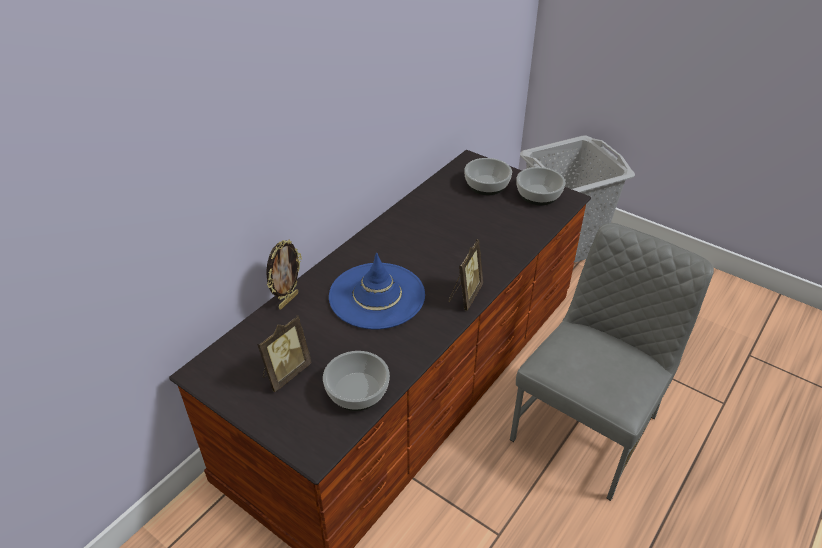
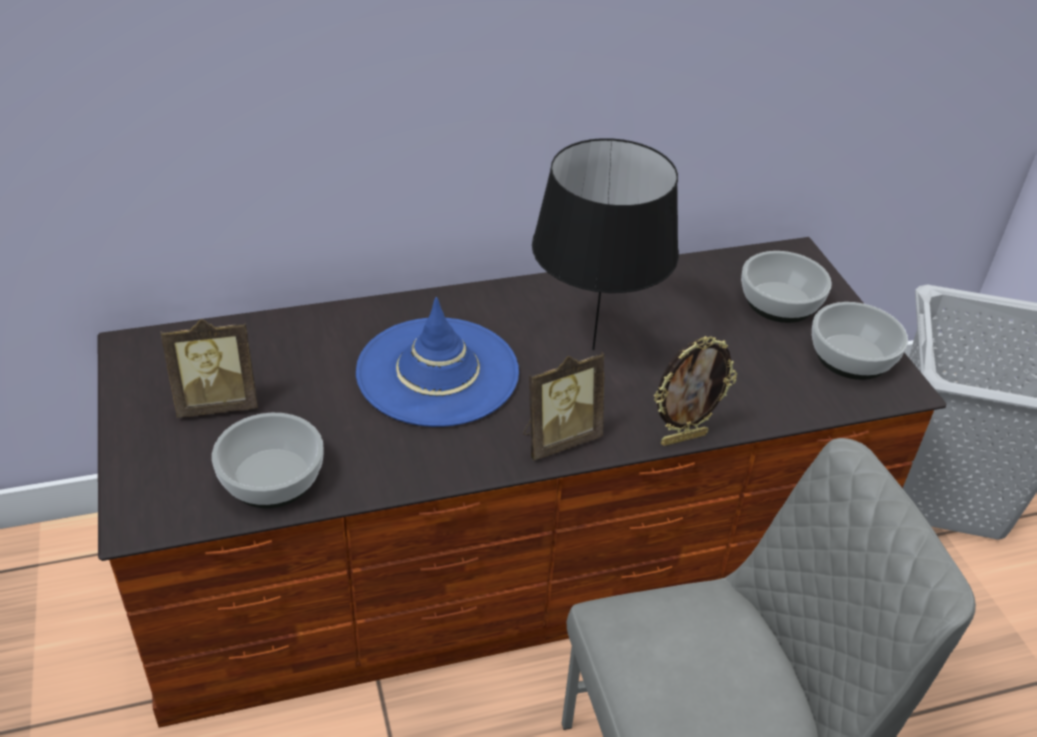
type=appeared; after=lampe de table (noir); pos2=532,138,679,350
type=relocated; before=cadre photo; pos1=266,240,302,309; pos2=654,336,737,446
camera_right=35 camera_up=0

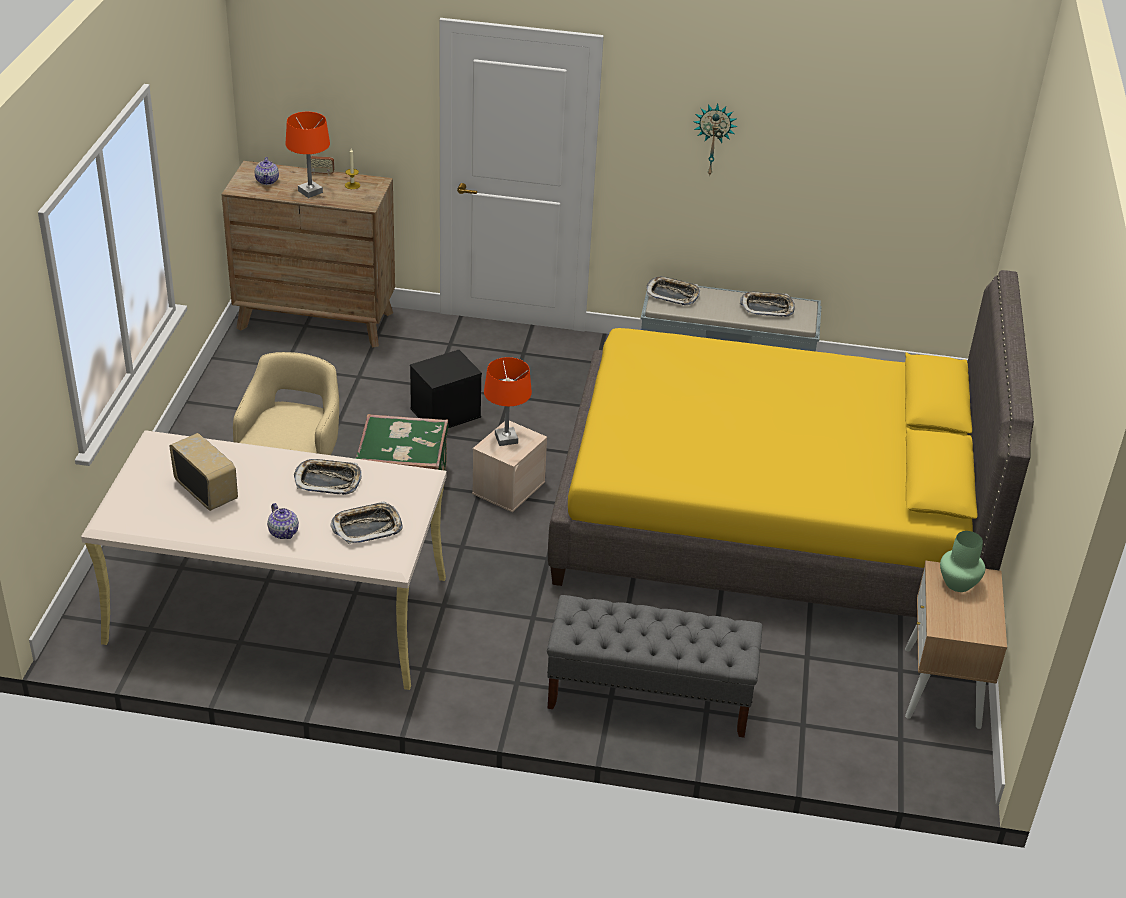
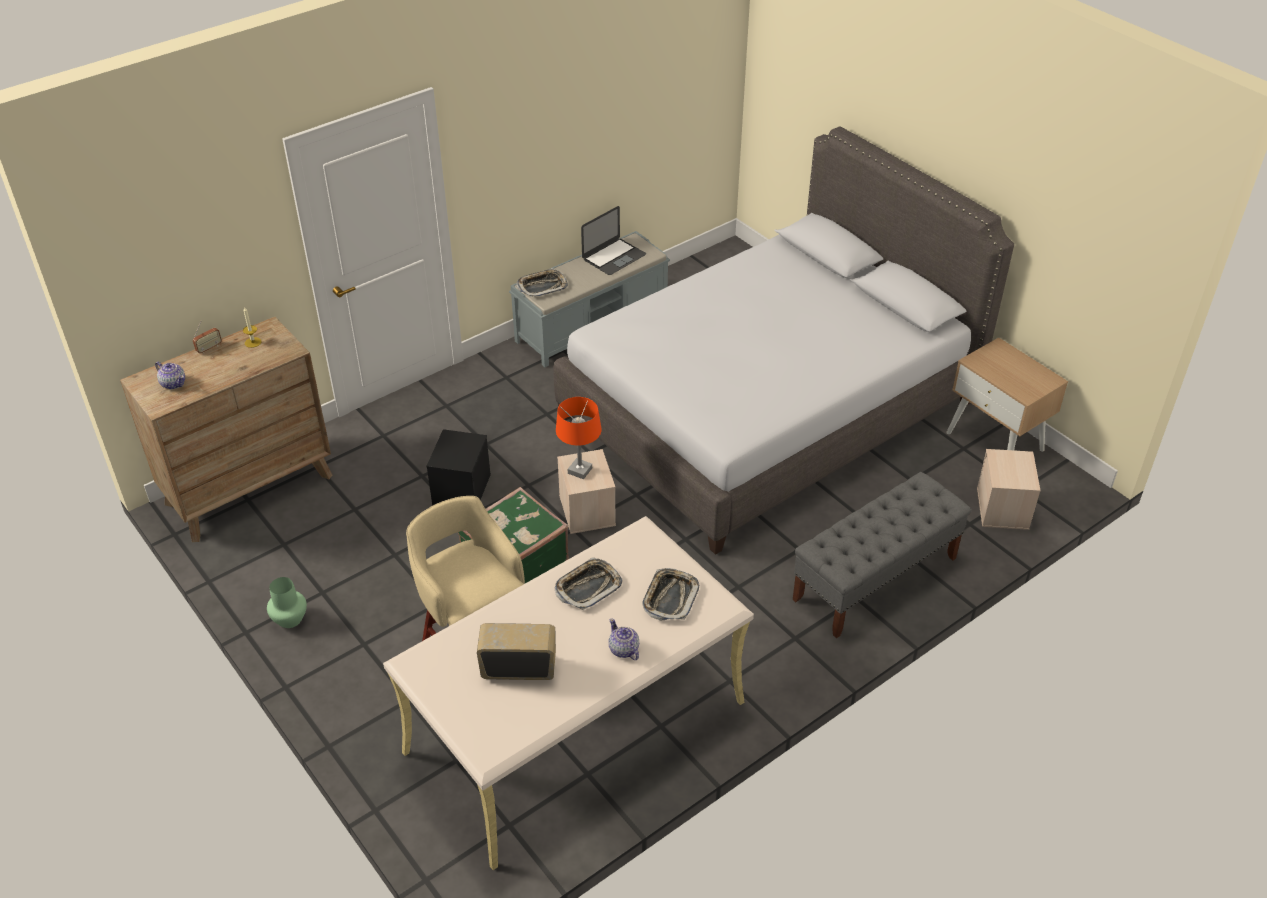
type=missing; before=lampe de table (orange); pos1=286,112,330,198
type=missing; before=horloge murale; pos1=693,104,738,177
type=appeared; after=boîte de rangement (beige); pos2=977,449,1041,530
type=relocated; before=vase (vert); pos1=940,531,985,592; pos2=267,577,307,628
type=exchanged; before=plateau; after=ordinateur portable; pos1=740,292,795,317; pos2=581,206,646,275
type=colour; before=lit (jaune); after=lit (gris); pos1=548,270,1034,618; pos2=553,126,1014,555
type=spun; before=théière; pos1=267,503,299,539; pos2=609,618,639,660; turn=-135
camera_right=-45 camera_up=5

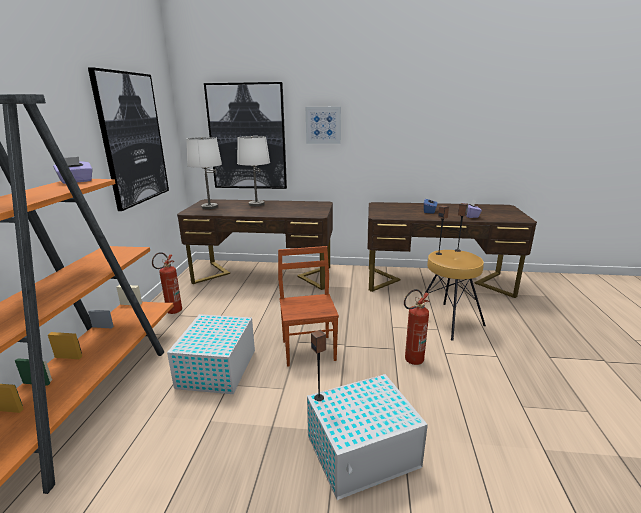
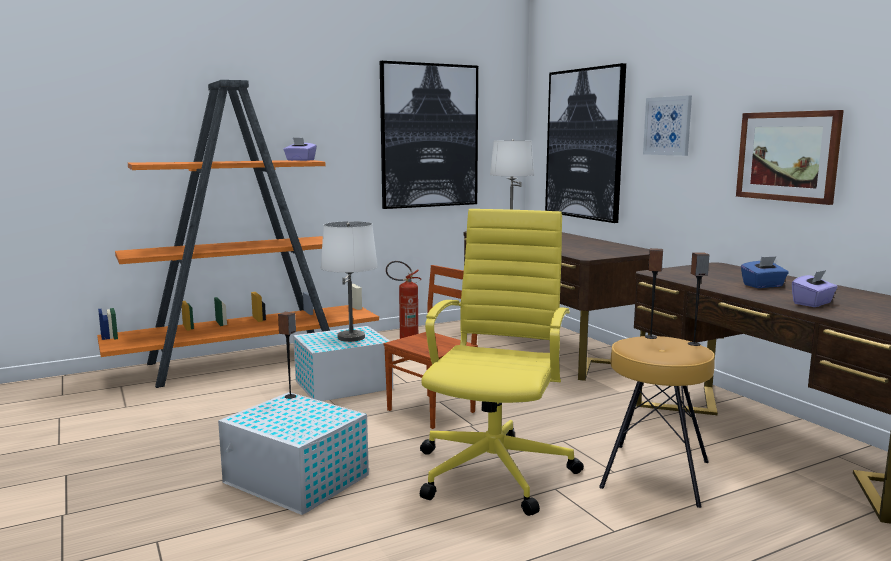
type=appeared; after=tableau; pos2=736,110,844,205
type=relocated; before=lampe de table (blanc); pos1=237,136,270,206; pos2=321,221,378,342
type=exchanged; before=extincteur; after=chaise de bureau (jaune); pos1=404,289,429,365; pos2=420,209,584,516
camera_right=55 camera_up=-10

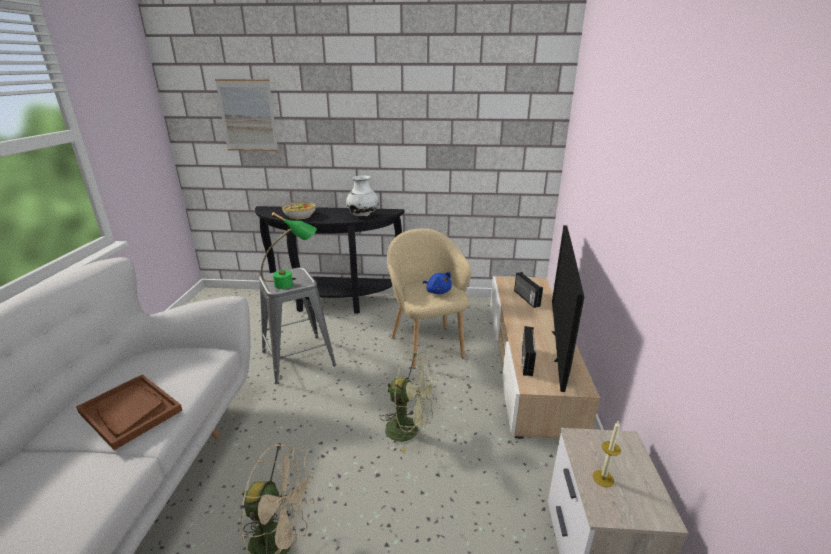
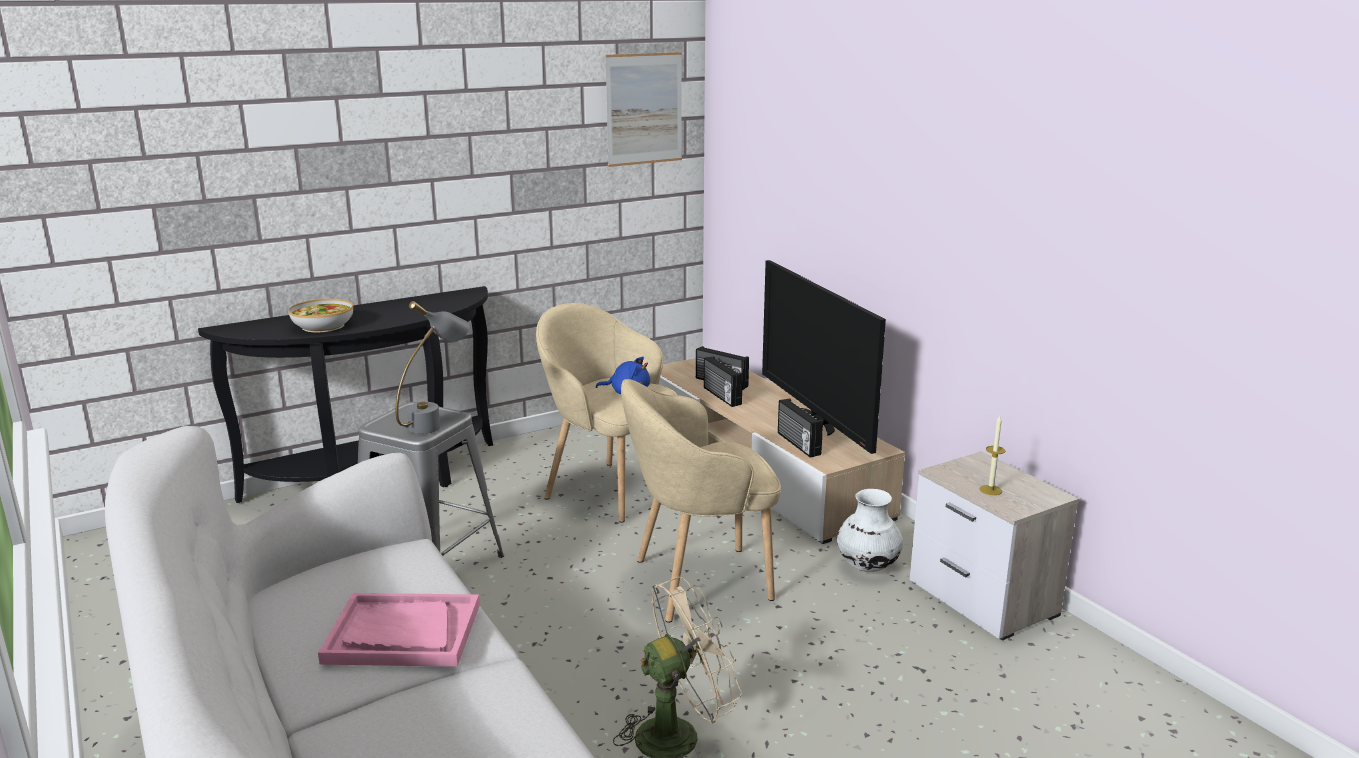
type=appeared; after=radio; pos2=704,356,743,407
type=relocated; before=tableau; pos1=215,79,279,151; pos2=605,52,682,167
type=relocated; before=vase (blanc); pos1=346,176,379,217; pos2=837,489,903,572
type=exchanged; before=ventilateur (vert); after=fauteuil (beige); pos1=380,351,438,454; pos2=621,379,781,623
type=colour; before=plateau (marron); after=plateau (rose); pos1=76,374,183,450; pos2=318,593,480,667
type=colour; before=lampe de table (vert); after=lampe de table (gris); pos1=261,212,317,289; pos2=396,301,469,434
camera_right=-35 camera_up=-5

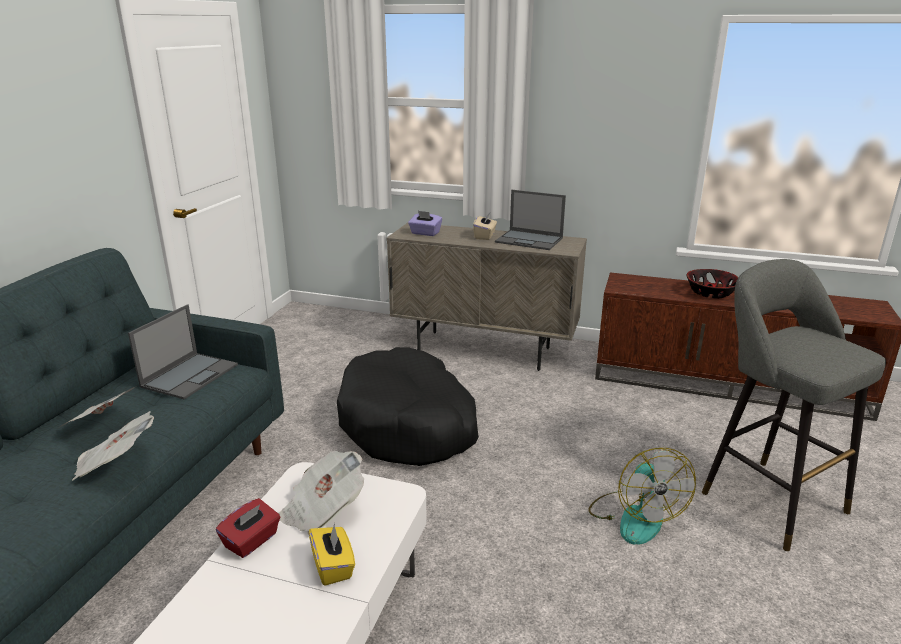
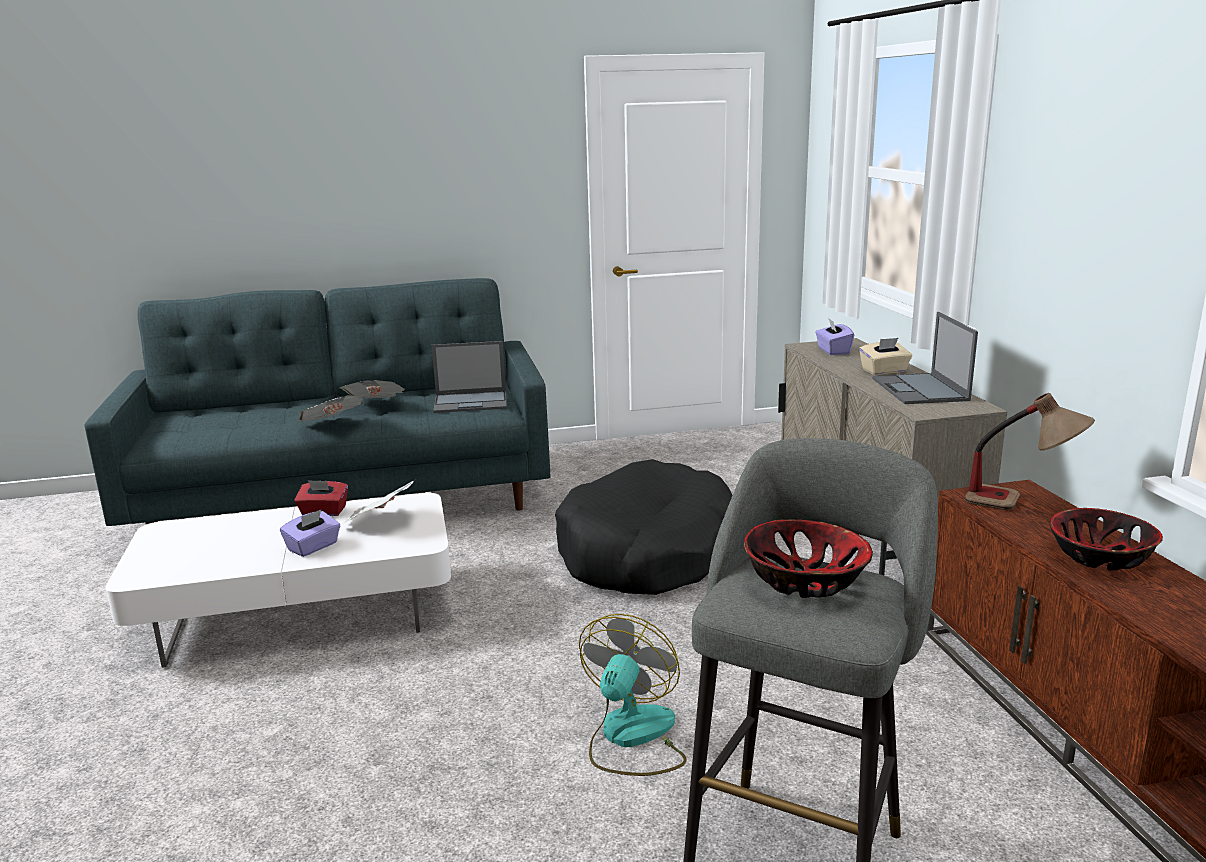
type=appeared; after=bol; pos2=744,519,873,598
type=appeared; after=lampe de table; pos2=965,393,1095,510
type=colour; before=boîte à mouchoirs (jaune); after=boîte à mouchoirs (violet); pos1=309,523,355,585; pos2=280,510,340,557
type=spun; before=ventilateur; pos1=588,448,696,544; pos2=579,614,686,776; turn=150
camera_right=60 camera_up=-5

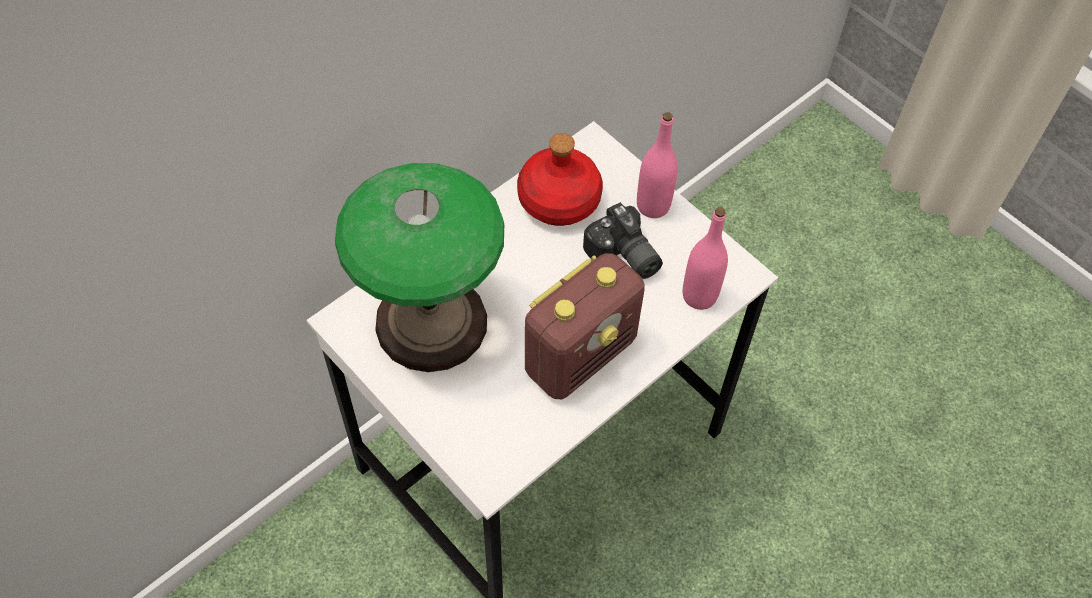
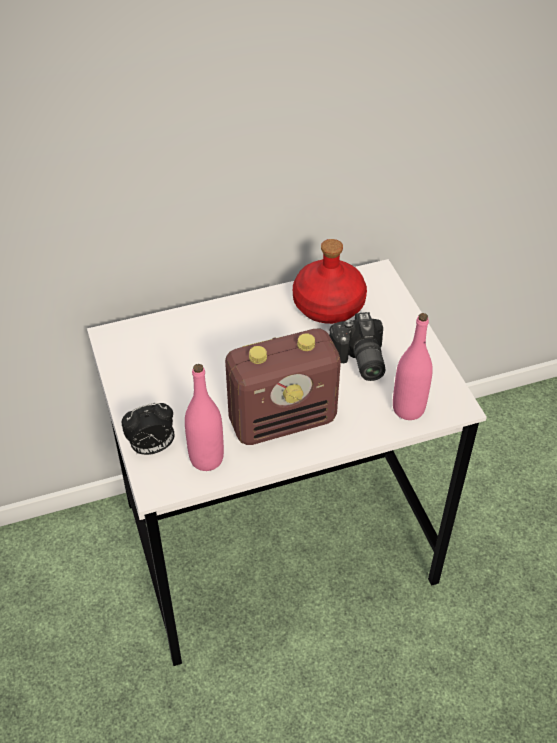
type=missing; before=lampe de table; pos1=335,163,504,372
type=appeared; after=réveil; pos2=122,403,175,455
type=relocated; before=bouteille (rose); pos1=637,112,678,218; pos2=185,364,224,471
camera_right=25 camera_up=-10

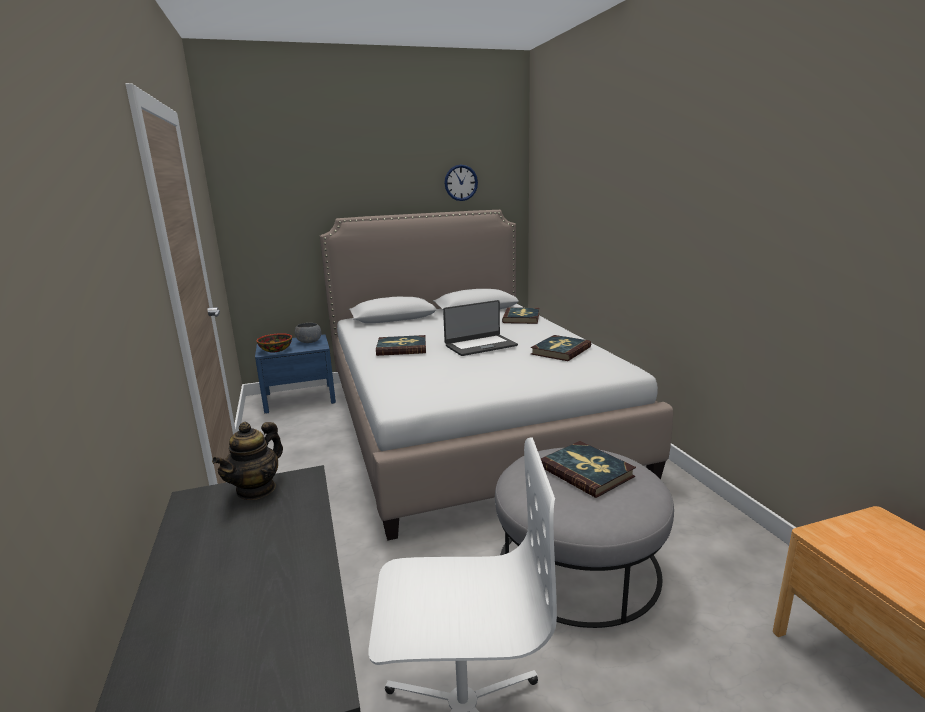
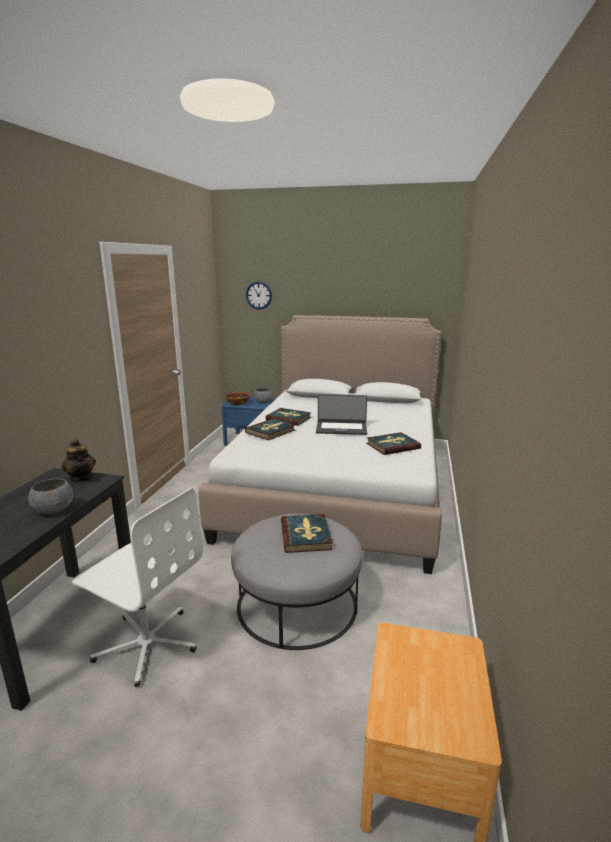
type=appeared; after=bol (gris); pos2=28,479,73,514
type=relocated; before=horloge murale; pos1=444,165,478,201; pos2=246,281,272,309
type=relocated; before=livre; pos1=502,307,539,324; pos2=245,418,295,440
type=spun; before=théière; pos1=212,422,283,500; pos2=61,439,96,482; turn=-90
camera_right=30 camera_up=0

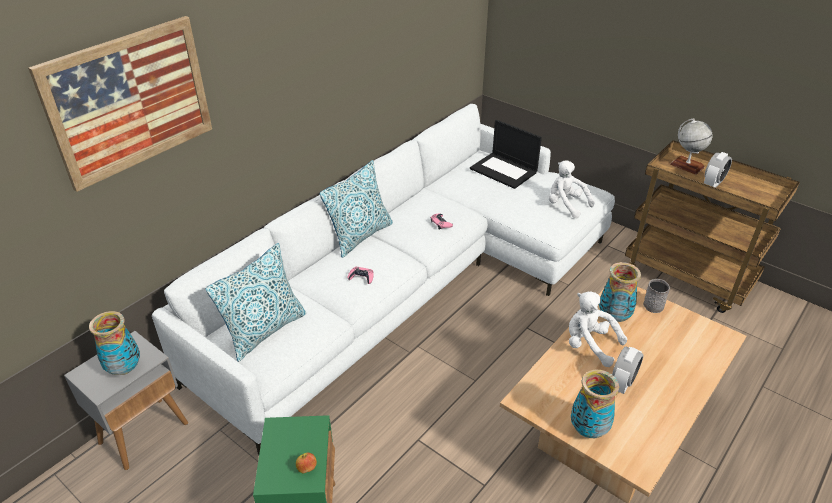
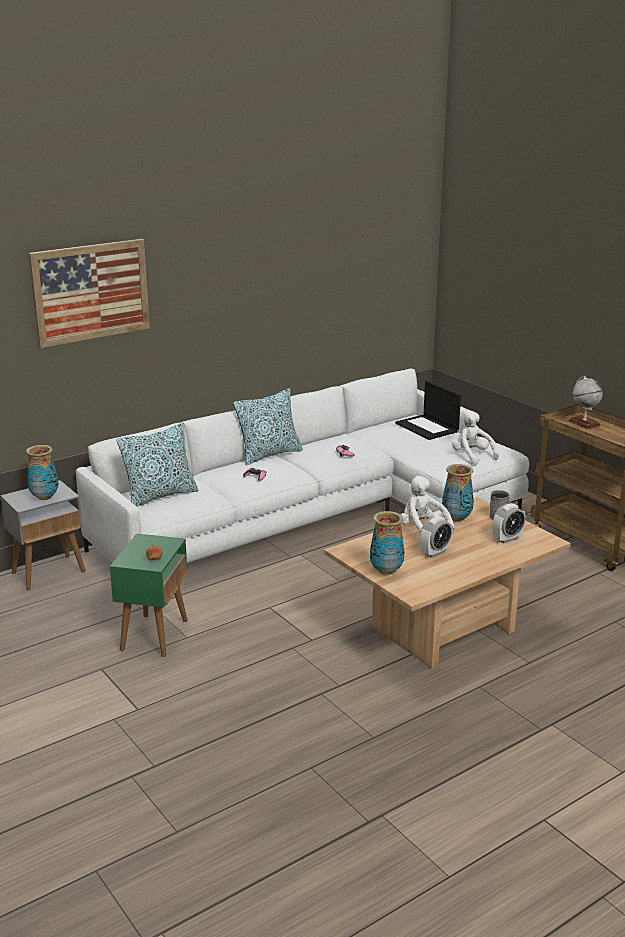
type=relocated; before=réveil; pos1=704,152,732,188; pos2=492,503,526,544
camera_right=15 camera_up=-15

